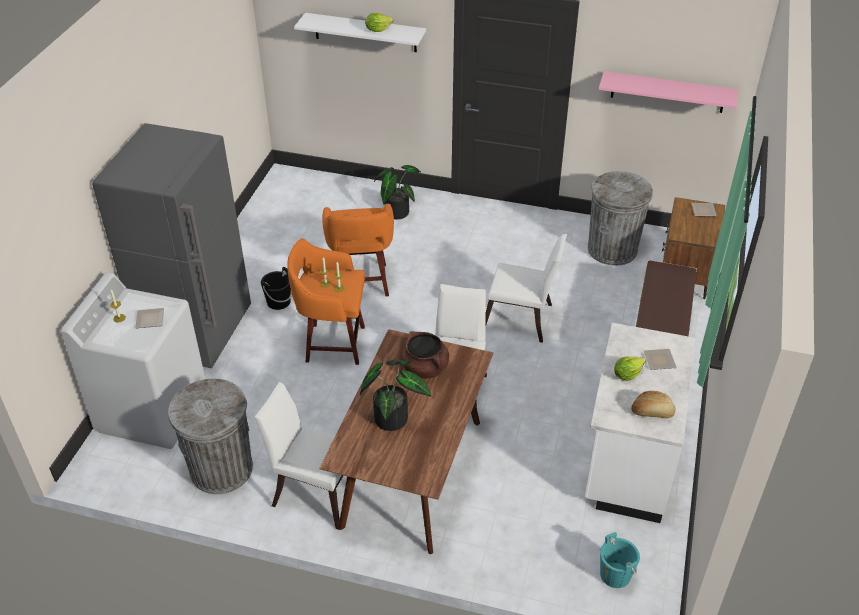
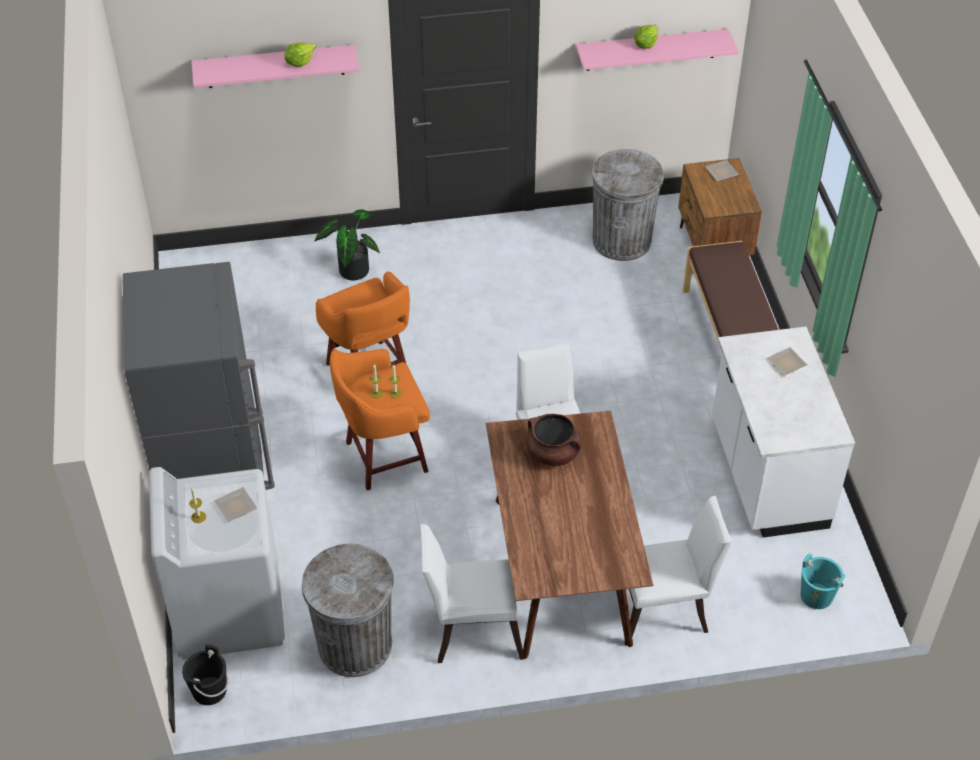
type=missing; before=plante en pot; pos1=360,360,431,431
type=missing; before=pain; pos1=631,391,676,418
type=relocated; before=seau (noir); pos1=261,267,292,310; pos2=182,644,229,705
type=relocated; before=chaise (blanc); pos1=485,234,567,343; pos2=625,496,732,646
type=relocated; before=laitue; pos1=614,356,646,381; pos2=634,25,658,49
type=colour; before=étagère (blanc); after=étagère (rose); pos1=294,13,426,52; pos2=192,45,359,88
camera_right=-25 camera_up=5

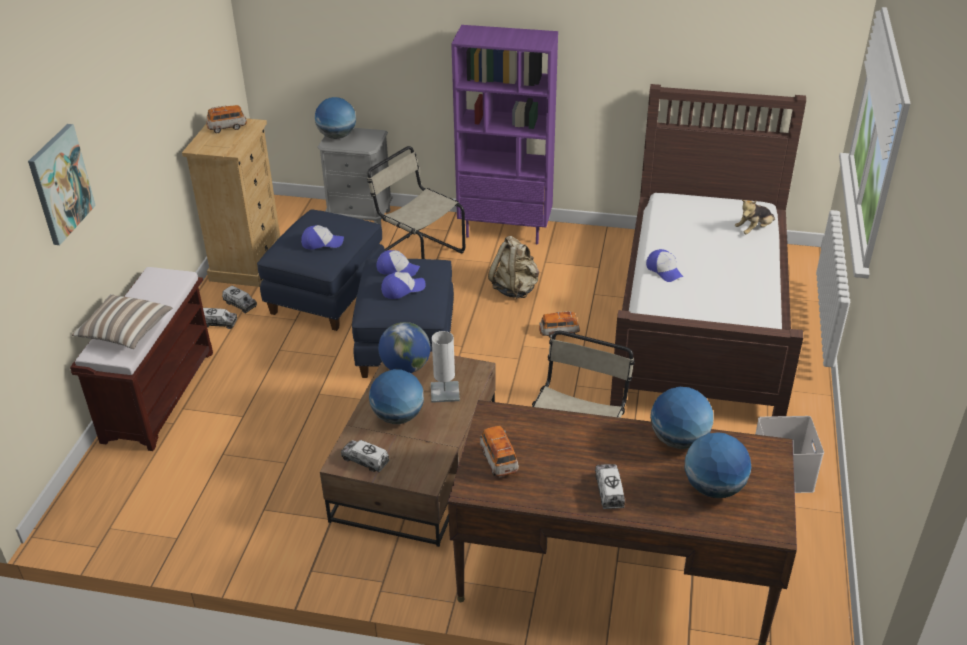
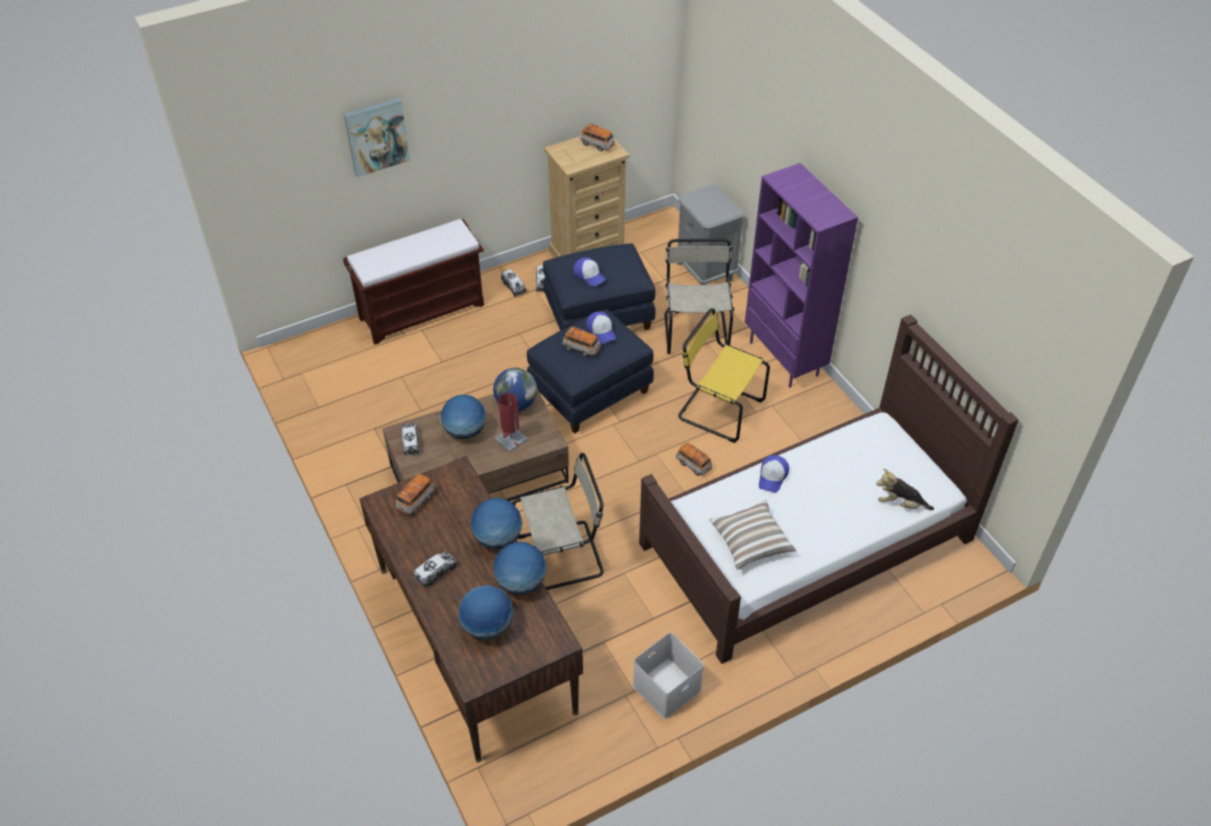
type=relocated; before=coussin; pos1=72,294,172,349; pos2=710,501,796,570
type=relocated; before=globe; pos1=315,97,356,139; pos2=471,498,522,550
type=exchanged; before=casquette; after=petite voiture; pos1=381,272,426,299; pos2=562,327,601,356
type=exchanged; before=sac à dos (beige); after=chaise (jaune); pos1=488,236,539,299; pos2=678,308,770,443
type=colour; before=lampe de table (blanc); after=lampe de table (rouge); pos1=431,331,460,403; pos2=495,393,528,452
camera_right=50 camera_up=10

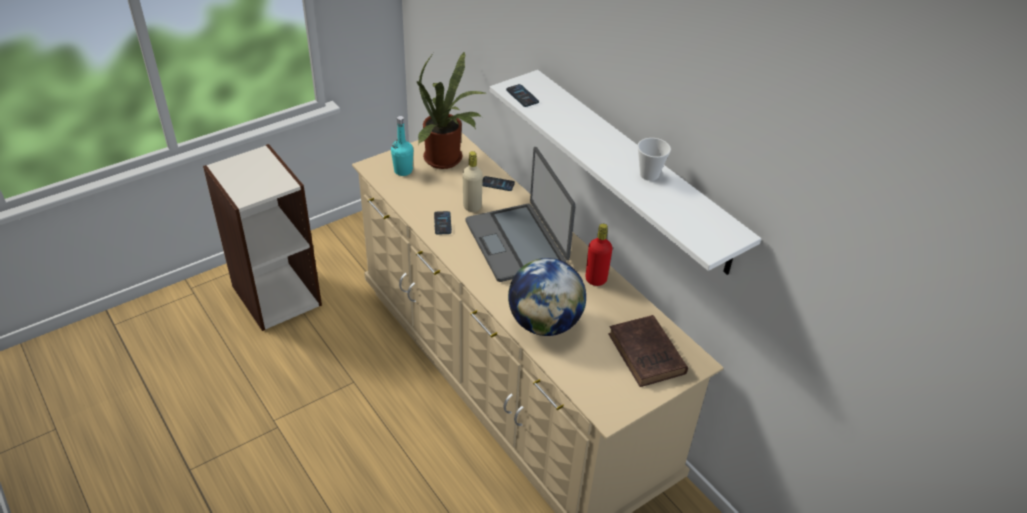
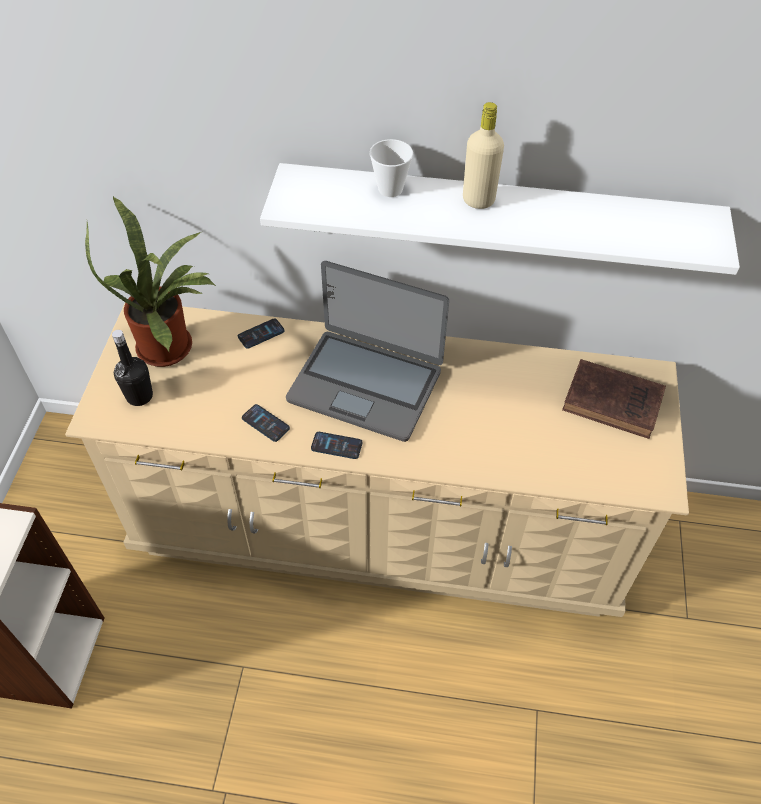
type=missing; before=globe; pos1=508,258,586,336
type=missing; before=bouteille (rouge); pos1=586,224,613,286
type=relocated; before=bouteille (beige); pos1=463,151,483,212; pos2=463,102,504,209
type=relocated; before=téléphone; pos1=506,84,539,107; pos2=311,432,362,459
type=relocated; before=tasse; pos1=637,138,671,181; pos2=369,139,413,197
type=colour; before=bouteille (turquoise); after=bouteille (noir); pos1=391,116,413,176; pos2=112,330,153,406
camera_right=-45 camera_up=10

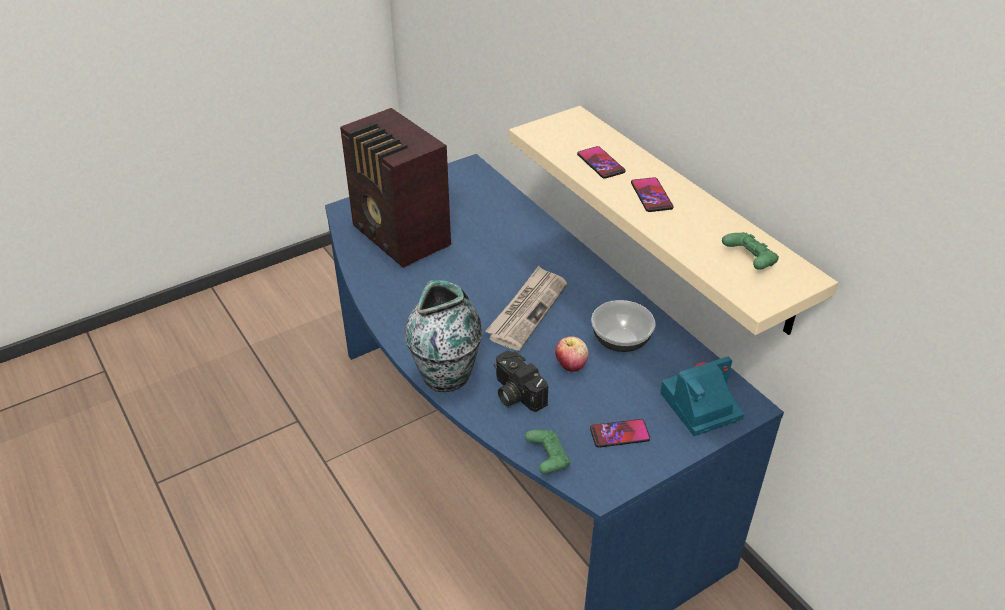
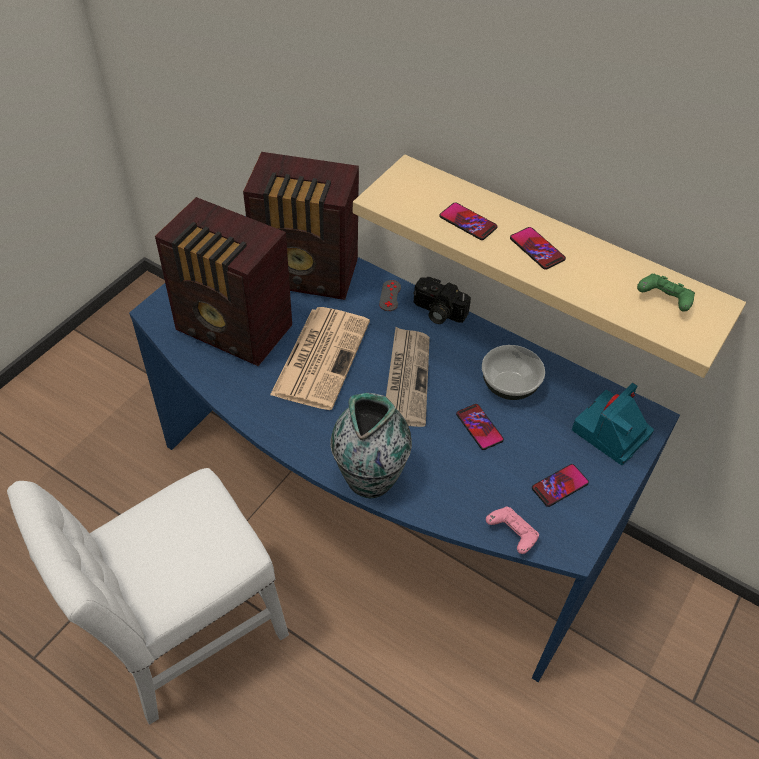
type=appeared; after=chaise (blanc); pos2=7,468,289,725
type=appeared; after=radio; pos2=243,152,359,300
type=appeared; after=journal; pos2=270,307,370,410
type=appeared; after=manette (gris); pos2=379,280,401,311
type=relocated; before=appareil photo; pos1=494,350,548,412; pos2=413,277,471,324
type=exchanged; before=pomme; after=téléphone; pos1=555,336,588,372; pos2=456,404,504,450
type=colour; before=manette (vert); after=manette (rose); pos1=525,430,570,473; pos2=486,506,539,554
camera_right=-25 camera_up=10

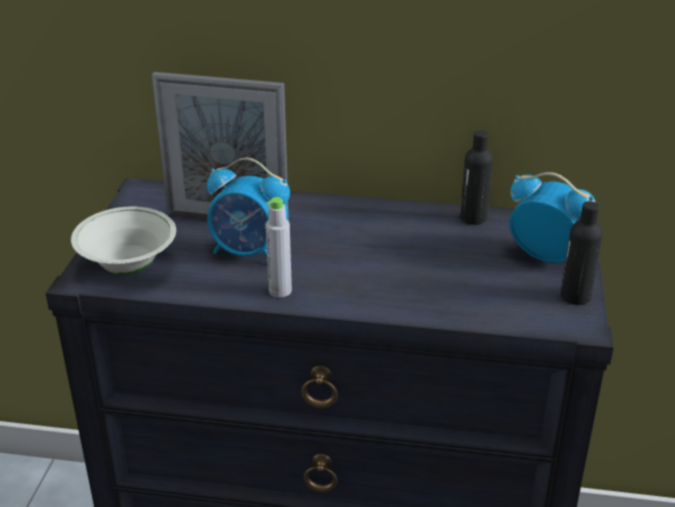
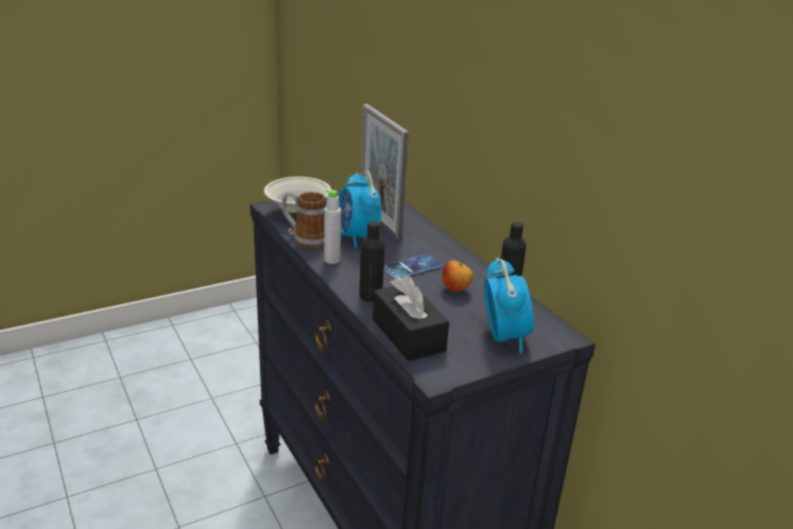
type=appeared; after=mug; pos2=282,192,327,249
type=appeared; after=boîte à mouchoirs (noir); pos2=373,275,449,361
type=appeared; after=téléphone; pos2=384,254,441,279
type=appeared; after=pomme; pos2=442,260,473,292
type=relocated; before=bouteille (noir); pos1=560,201,603,305; pos2=359,221,385,302
camera_right=50 camera_up=-5

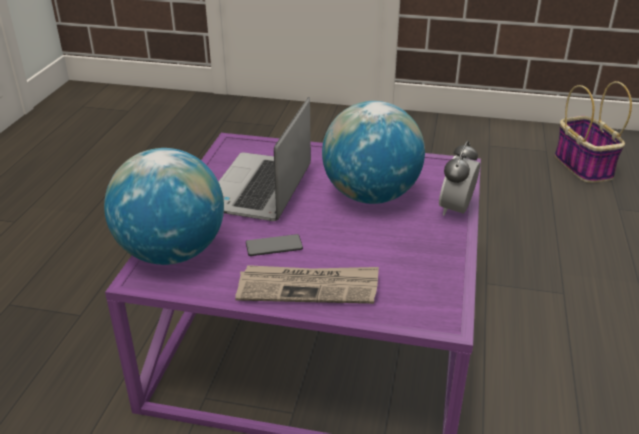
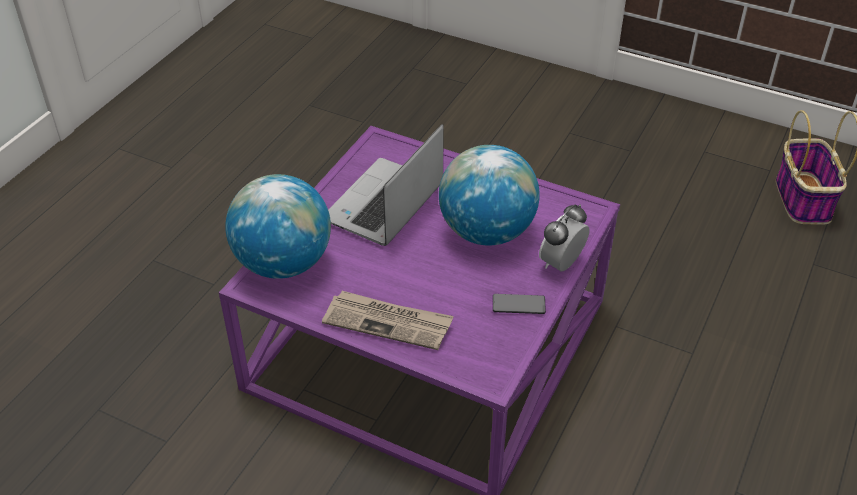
type=relocated; before=téléphone; pos1=246,234,303,256; pos2=493,294,546,314
camera_right=15 camera_up=10

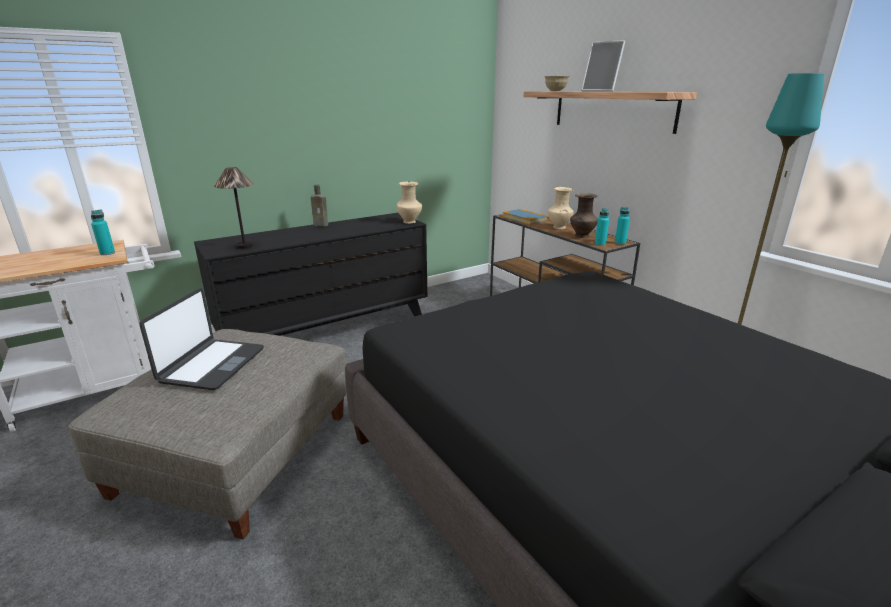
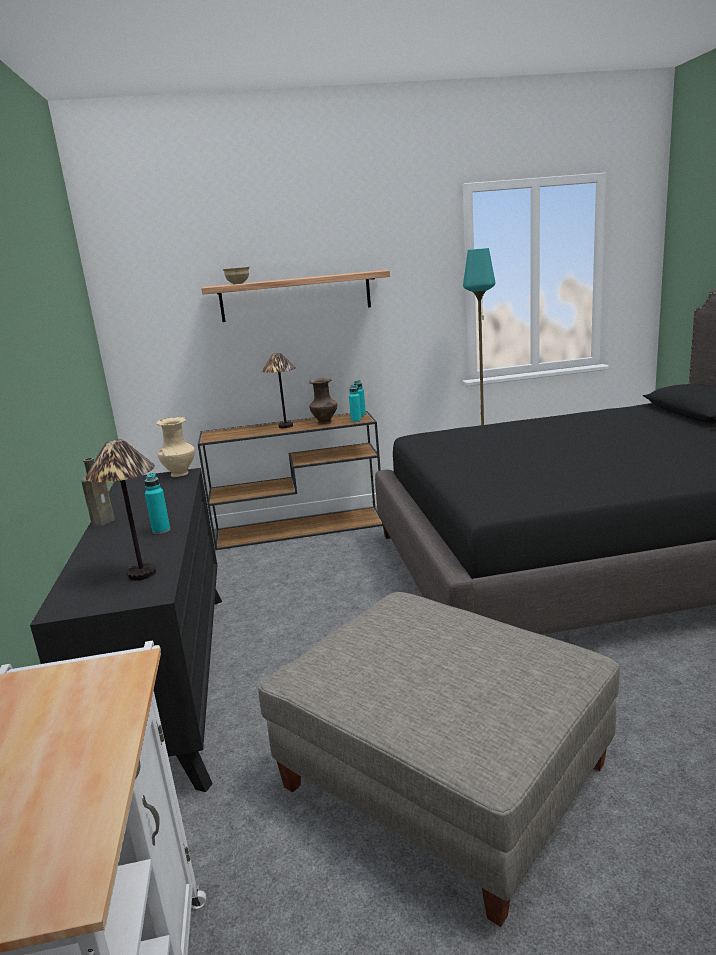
type=missing; before=ordinateur portable; pos1=139,288,264,390
type=missing; before=livre; pos1=503,209,548,225
type=missing; before=cadre photo; pos1=581,40,625,92
type=relocated; before=bouteille (turquoise); pos1=91,210,115,255; pos2=145,473,170,534
type=exchanged; before=vase (beige); after=lampe de table; pos1=548,187,574,229; pos2=262,353,296,428
camera_right=-65 camera_up=-5

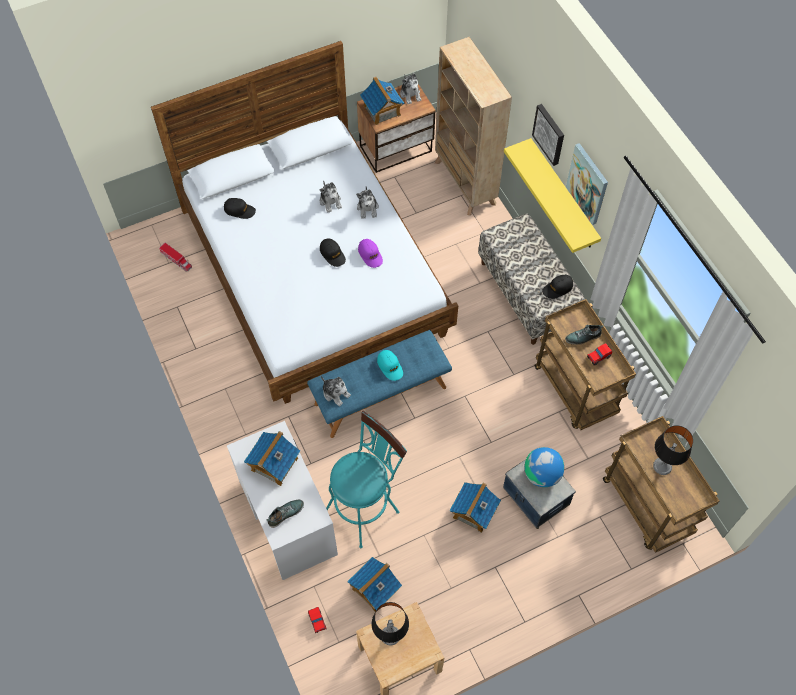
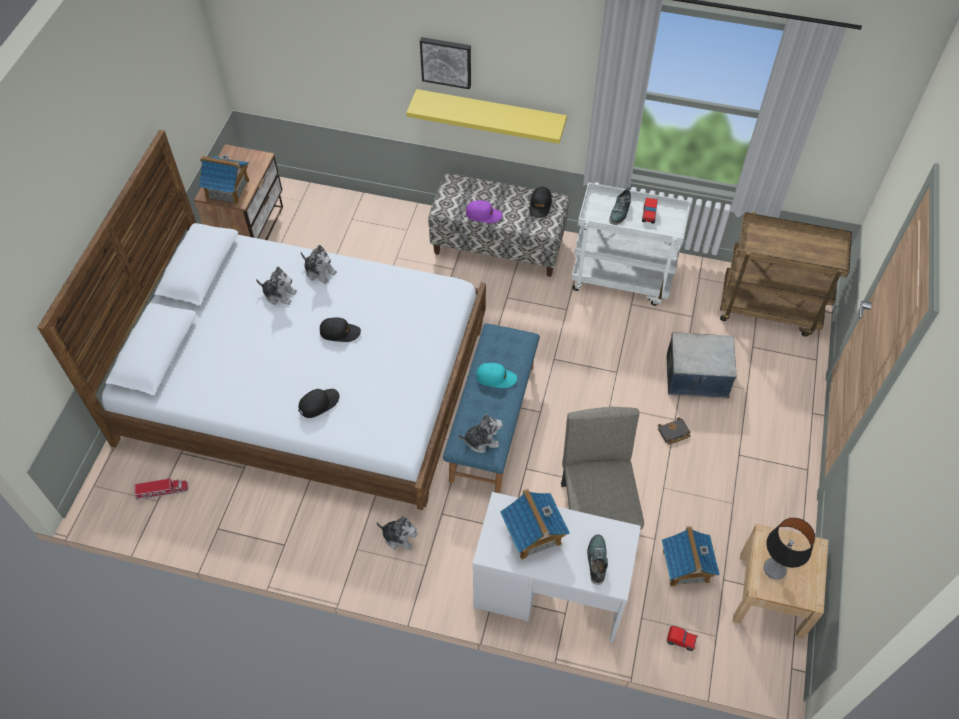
type=missing; before=bibliothèque (beige); pos1=435,37,512,216
type=missing; before=globe; pos1=525,447,564,487
type=missing; before=tableau; pos1=566,143,608,225
type=missing; before=lampe de table; pos1=653,425,693,475
type=relocated; before=casquette (noir); pos1=224,198,256,219; pos2=298,389,339,418
type=relocated; before=casquette (violet); pos1=358,239,383,268; pos2=466,200,503,223
type=relocated; before=peluche; pos1=400,73,421,104; pos2=376,516,418,550
type=exchanged; before=tabouret (turquoise); after=chaise (beige); pos1=326,410,407,548; pos2=561,407,644,530
type=exchanged; before=maison miniature; after=livre (noir); pos1=449,482,501,533; pos2=658,417,691,445
type=colour; before=chariot (marron); after=chariot (blanc); pos1=534,299,636,430; pos2=571,182,691,306
camera_right=-50 camera_up=-5

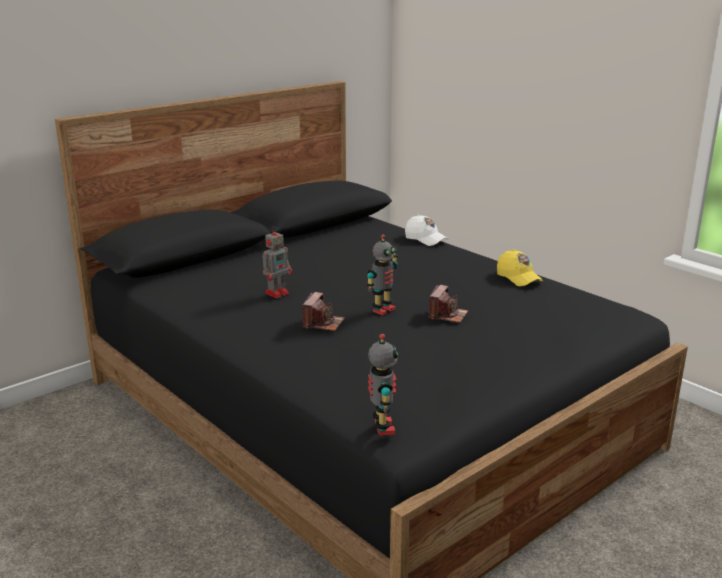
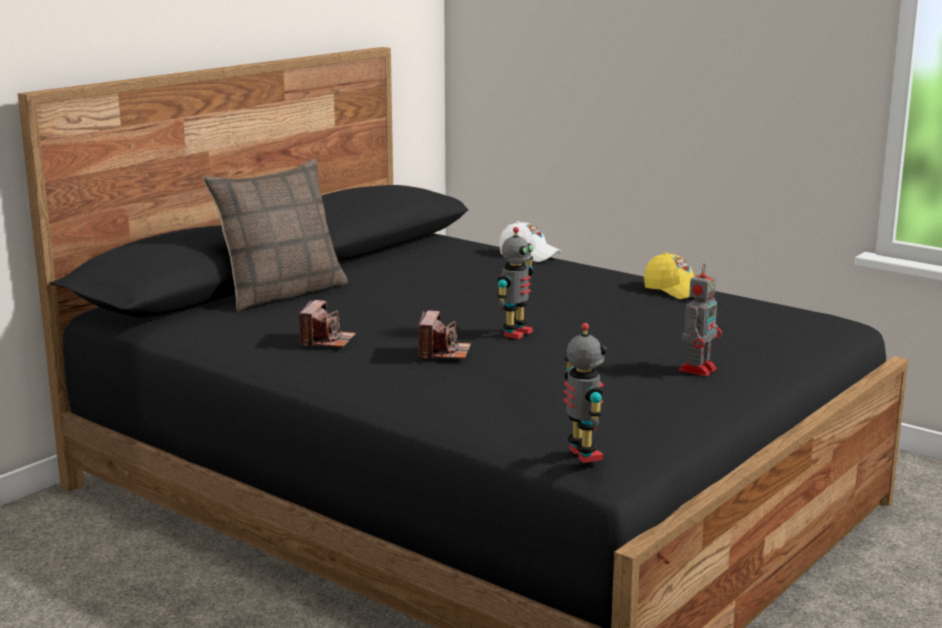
type=appeared; after=coussin; pos2=203,159,348,311
type=relocated; before=robot jouet; pos1=262,226,292,298; pos2=679,264,722,376
type=relocated; before=appareil photo; pos1=429,285,468,323; pos2=299,300,356,347
camera_right=-10 camera_up=-5

